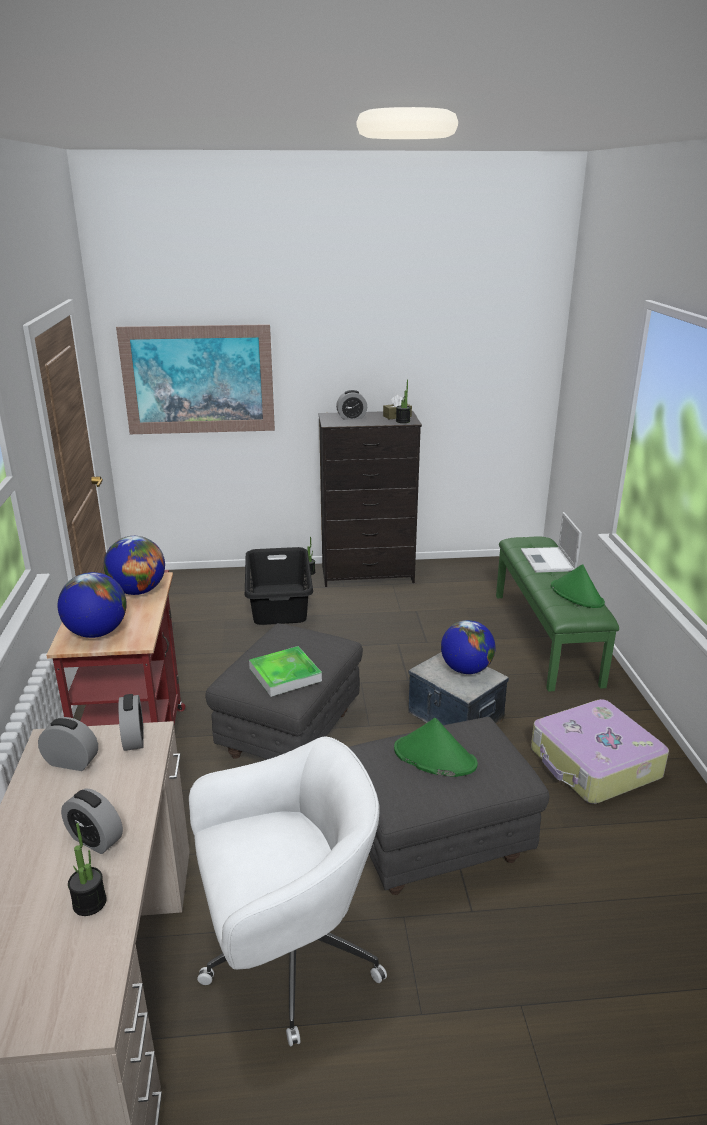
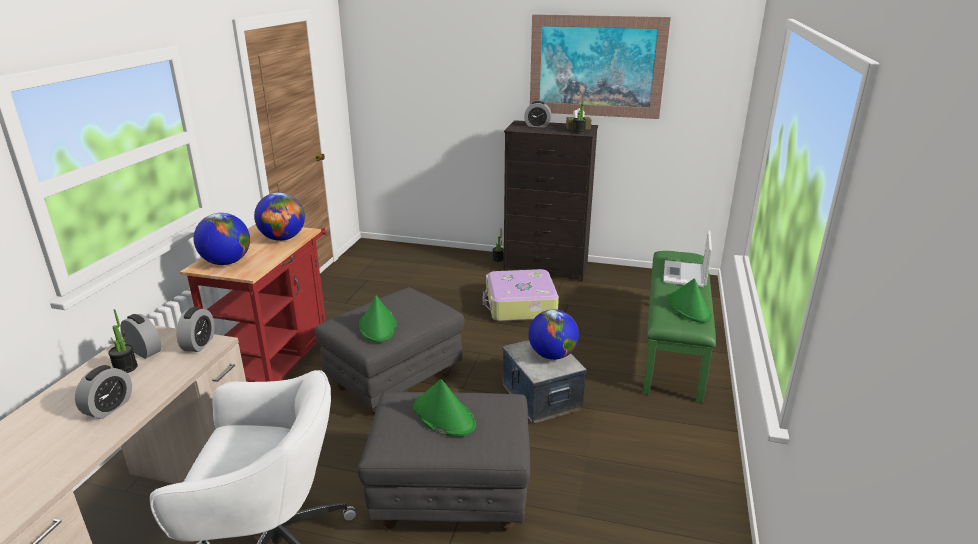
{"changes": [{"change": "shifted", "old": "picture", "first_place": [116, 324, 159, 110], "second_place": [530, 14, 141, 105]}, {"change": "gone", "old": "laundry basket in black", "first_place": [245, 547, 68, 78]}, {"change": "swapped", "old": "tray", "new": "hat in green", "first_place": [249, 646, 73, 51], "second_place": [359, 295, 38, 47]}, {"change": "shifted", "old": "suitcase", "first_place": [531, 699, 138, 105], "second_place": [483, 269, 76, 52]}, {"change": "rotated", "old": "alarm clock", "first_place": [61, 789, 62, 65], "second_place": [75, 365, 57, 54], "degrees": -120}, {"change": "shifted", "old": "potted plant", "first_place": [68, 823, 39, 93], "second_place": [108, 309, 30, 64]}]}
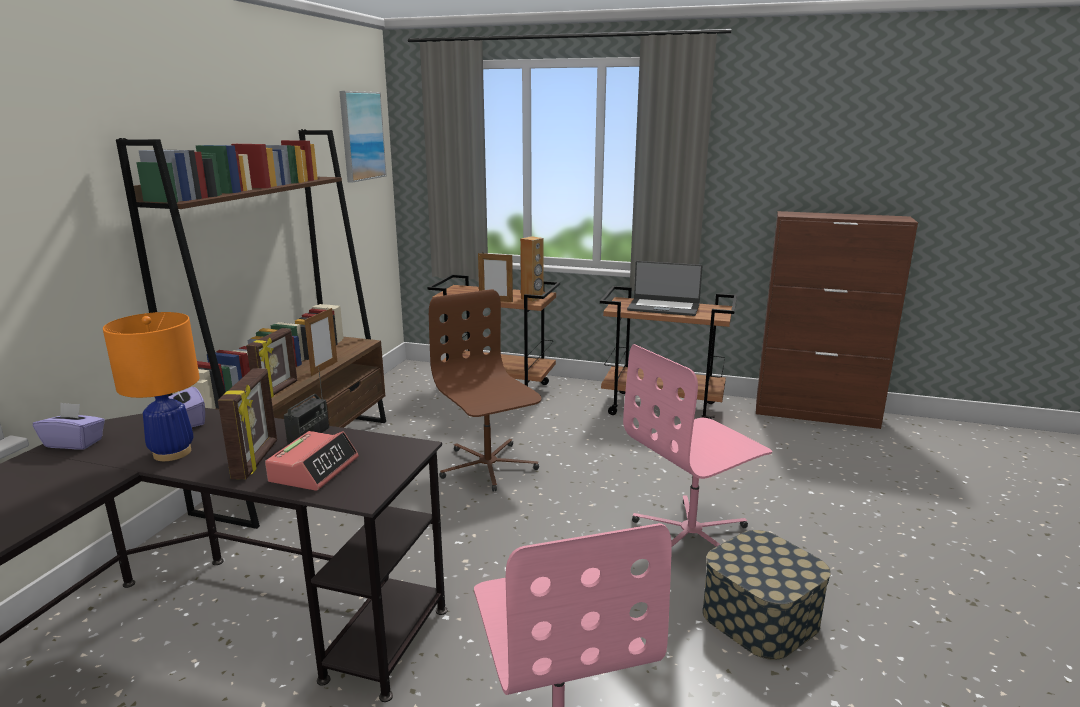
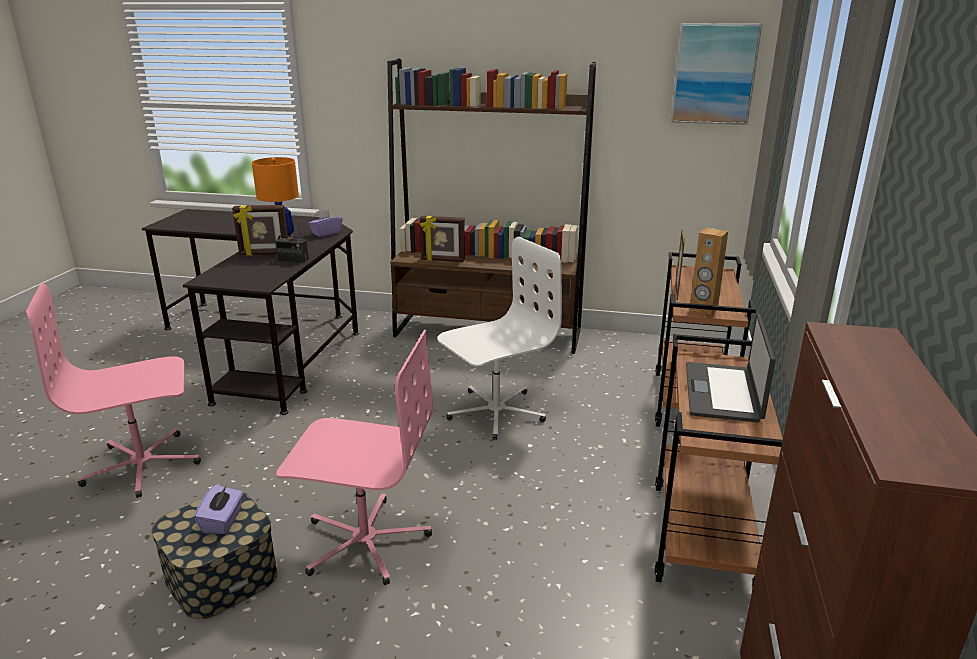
{"changes": [{"change": "repainted", "old": "office chair in brown", "new": "office chair in white", "first_place": [429, 289, 113, 203], "second_place": [437, 237, 125, 203]}, {"change": "gone", "old": "picture frame", "first_place": [305, 308, 32, 68]}, {"change": "rotated", "old": "office chair in pink", "first_place": [623, 344, 149, 203], "second_place": [276, 330, 157, 255], "degrees": 135}, {"change": "shifted", "old": "tissue box in purple", "first_place": [33, 402, 72, 48], "second_place": [194, 485, 49, 49]}, {"change": "gone", "old": "alarm clock", "first_place": [265, 431, 94, 60]}]}
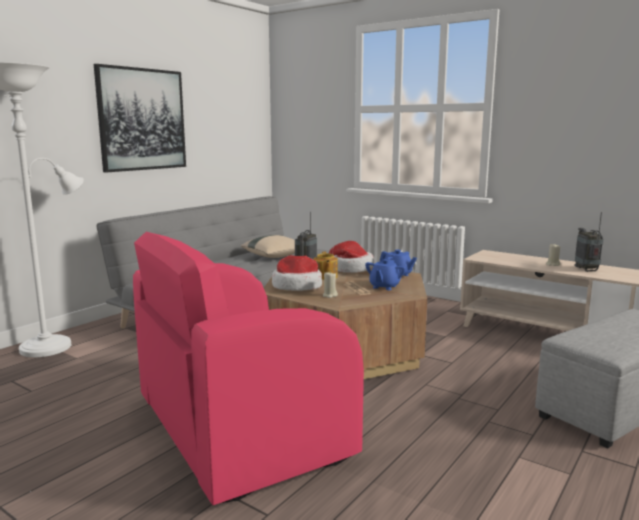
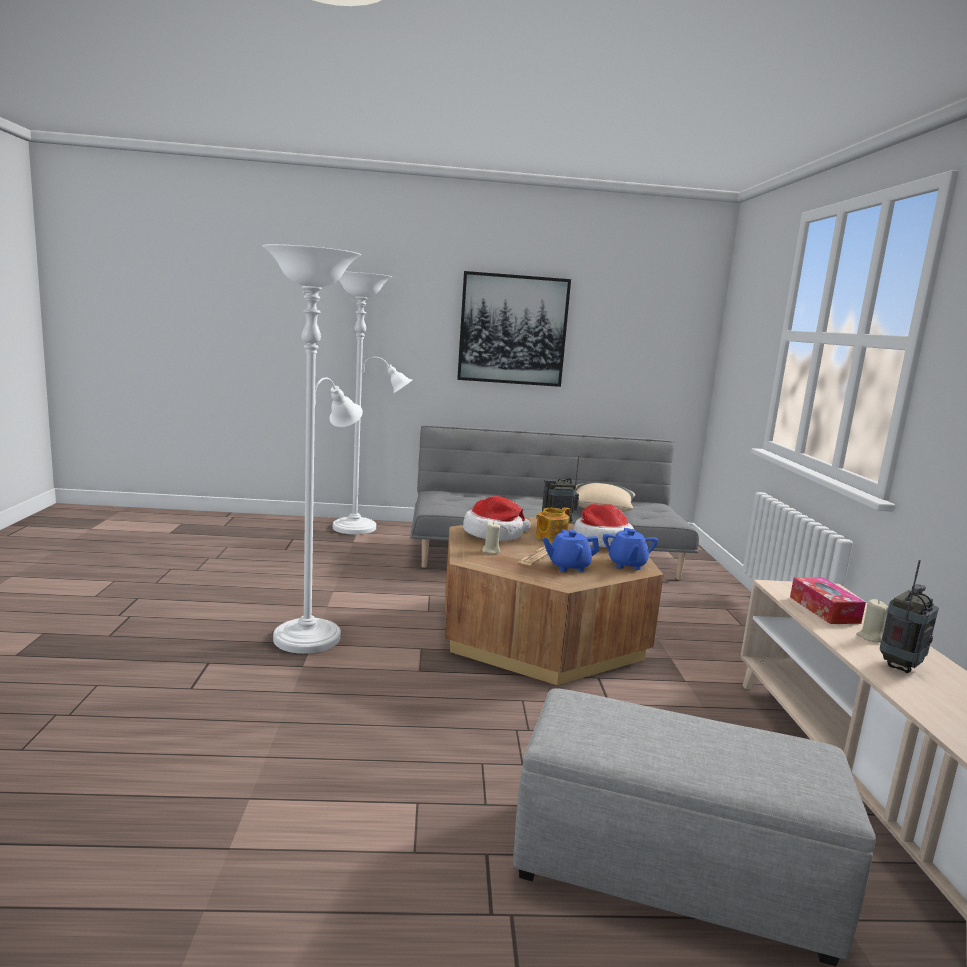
{"changes": [{"change": "swapped", "old": "armchair in pink", "new": "floor lamp in white", "first_place": [133, 232, 231, 273], "second_place": [263, 244, 100, 410]}, {"change": "new", "new": "tissue box", "second_place": [790, 577, 76, 47]}]}
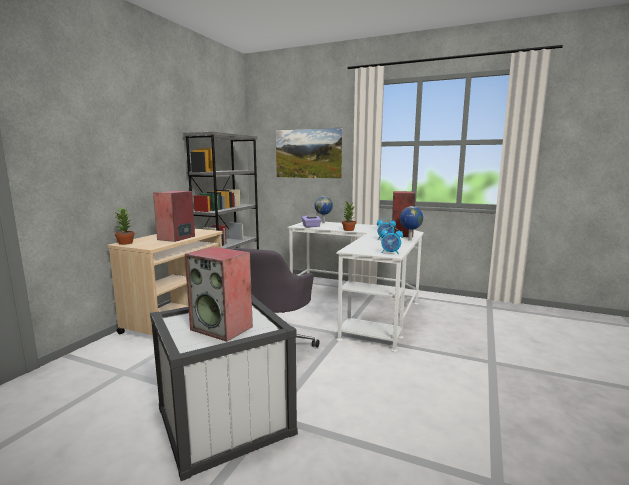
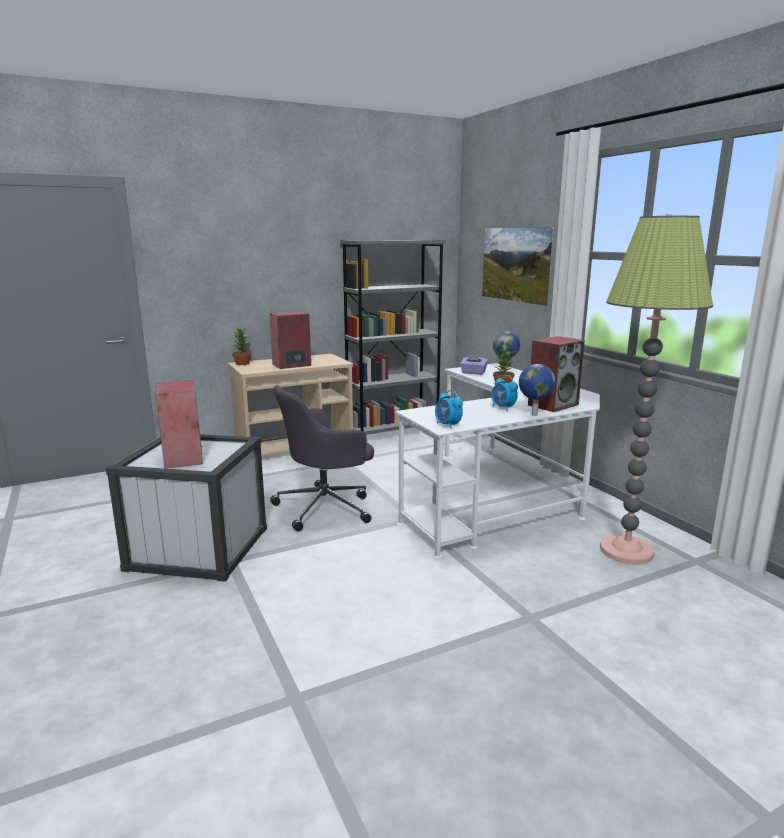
{"changes": [{"change": "new", "new": "floor lamp", "second_place": [600, 214, 113, 351]}]}
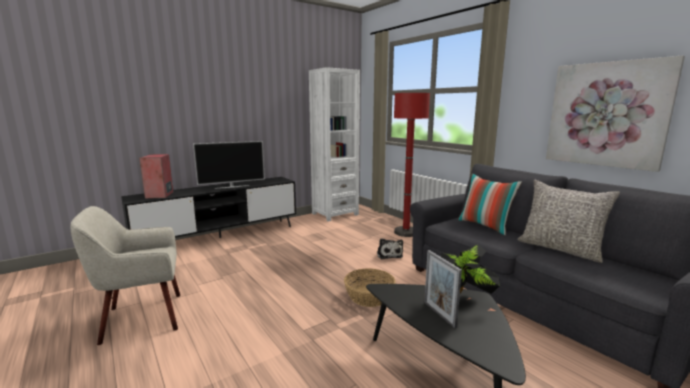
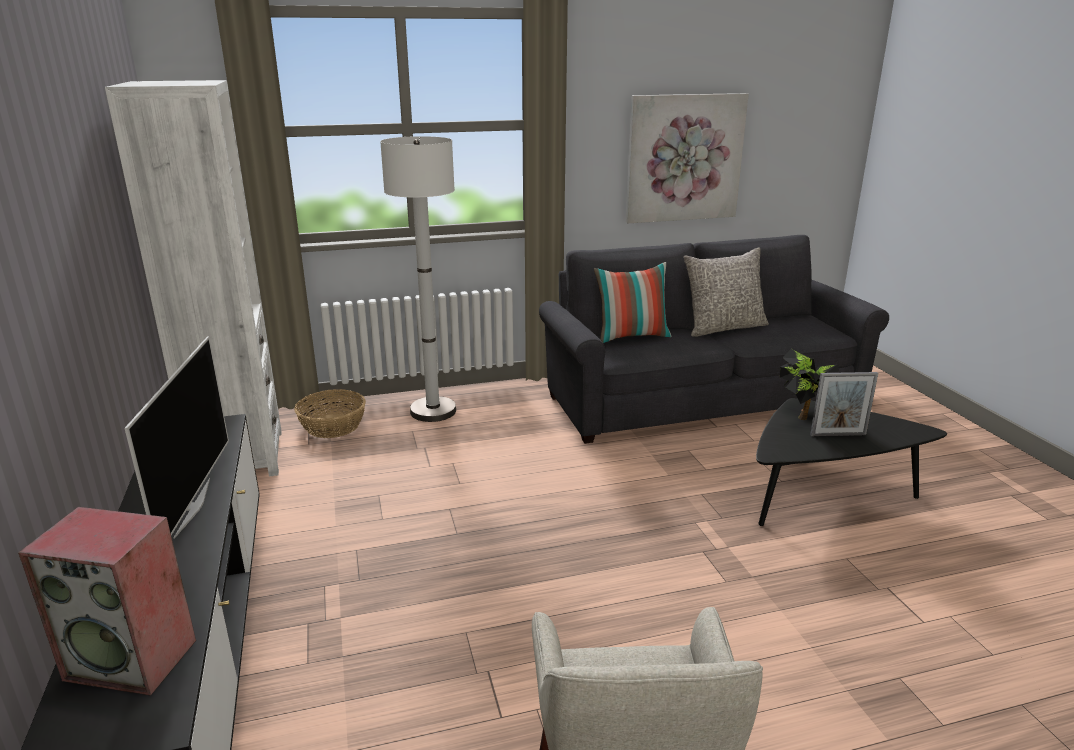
{"changes": [{"change": "repainted", "old": "floor lamp in red", "new": "floor lamp in white", "first_place": [394, 93, 36, 144], "second_place": [380, 136, 76, 286]}, {"change": "gone", "old": "plush toy", "first_place": [377, 238, 26, 21]}, {"change": "shifted", "old": "basket", "first_place": [344, 268, 52, 39], "second_place": [294, 389, 72, 49]}]}
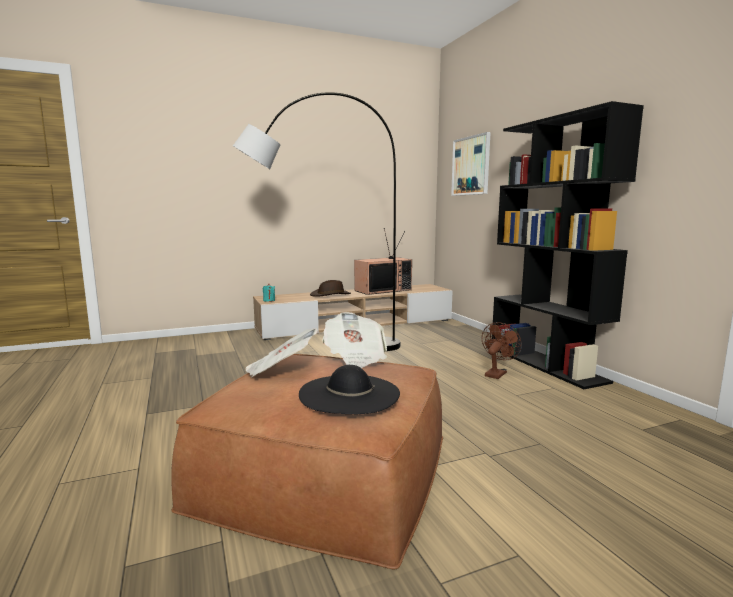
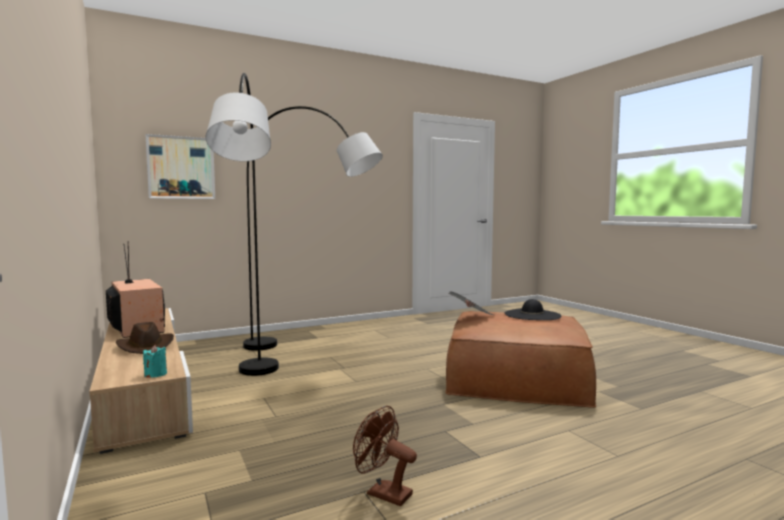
{"changes": [{"change": "gone", "old": "bookcase in black", "first_place": [492, 101, 152, 288]}, {"change": "shifted", "old": "fan in brown", "first_place": [482, 322, 40, 57], "second_place": [353, 406, 64, 100]}, {"change": "gone", "old": "newspaper", "first_place": [245, 328, 73, 49]}, {"change": "new", "new": "floor lamp in grey", "second_place": [243, 106, 140, 245]}]}
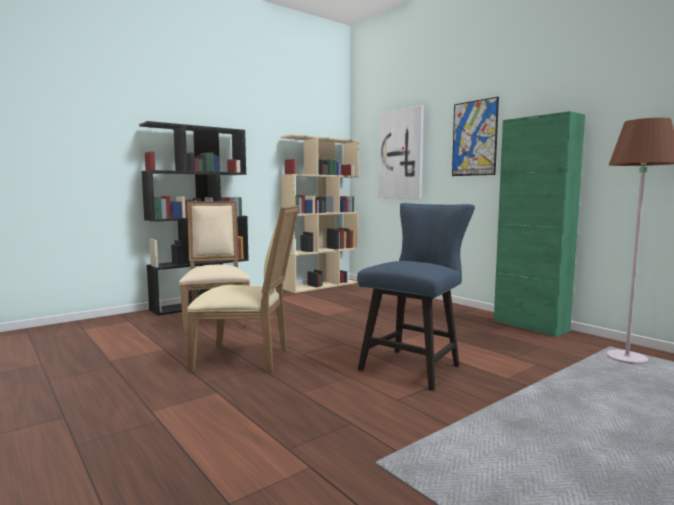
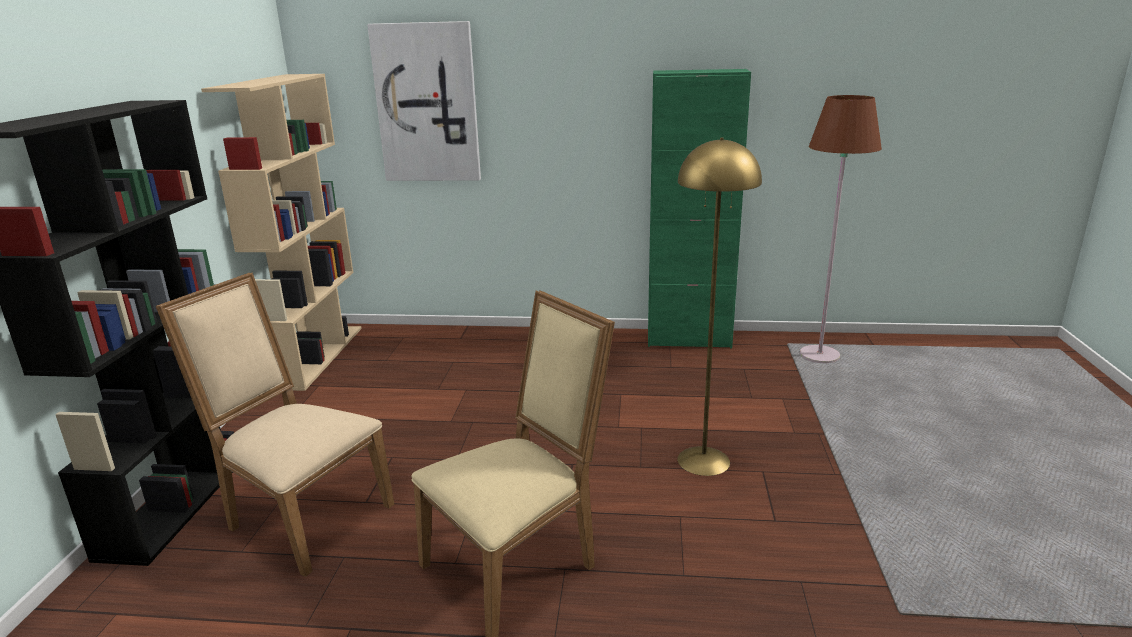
{"changes": [{"change": "gone", "old": "picture", "first_place": [452, 97, 47, 79]}, {"change": "swapped", "old": "chair in blue", "new": "floor lamp in yellow", "first_place": [357, 203, 118, 188], "second_place": [677, 137, 85, 339]}]}
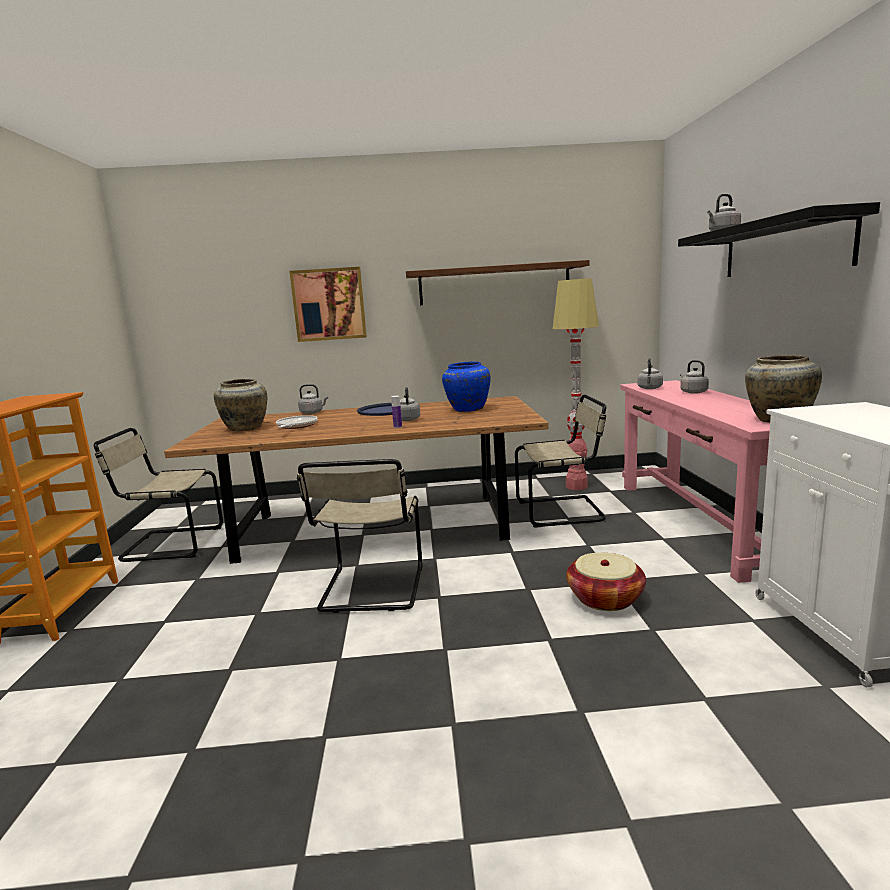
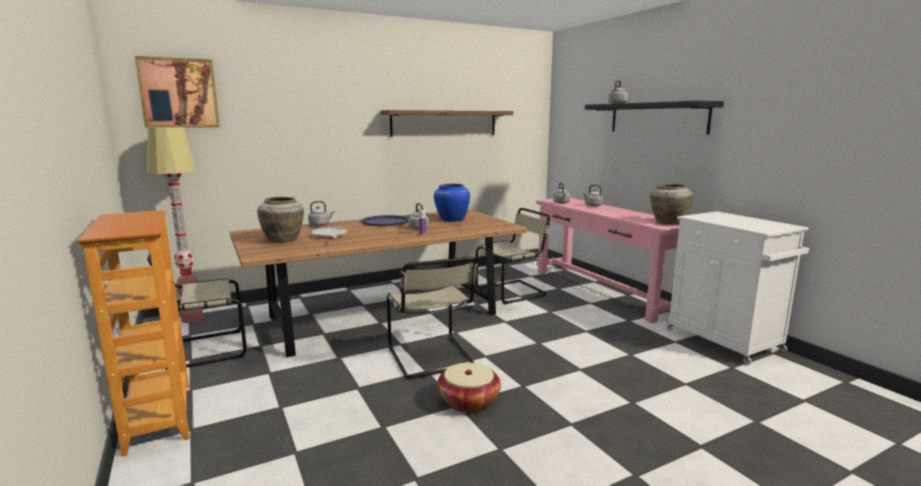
{"changes": [{"change": "shifted", "old": "picture", "first_place": [289, 267, 78, 75], "second_place": [135, 56, 85, 72]}, {"change": "shifted", "old": "floor lamp", "first_place": [553, 278, 46, 212], "second_place": [147, 127, 57, 196]}, {"change": "shifted", "old": "basket", "first_place": [566, 553, 80, 58], "second_place": [437, 363, 64, 50]}]}
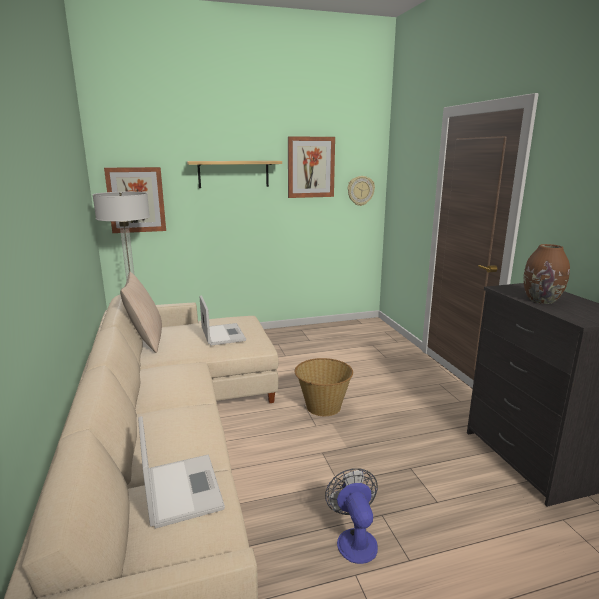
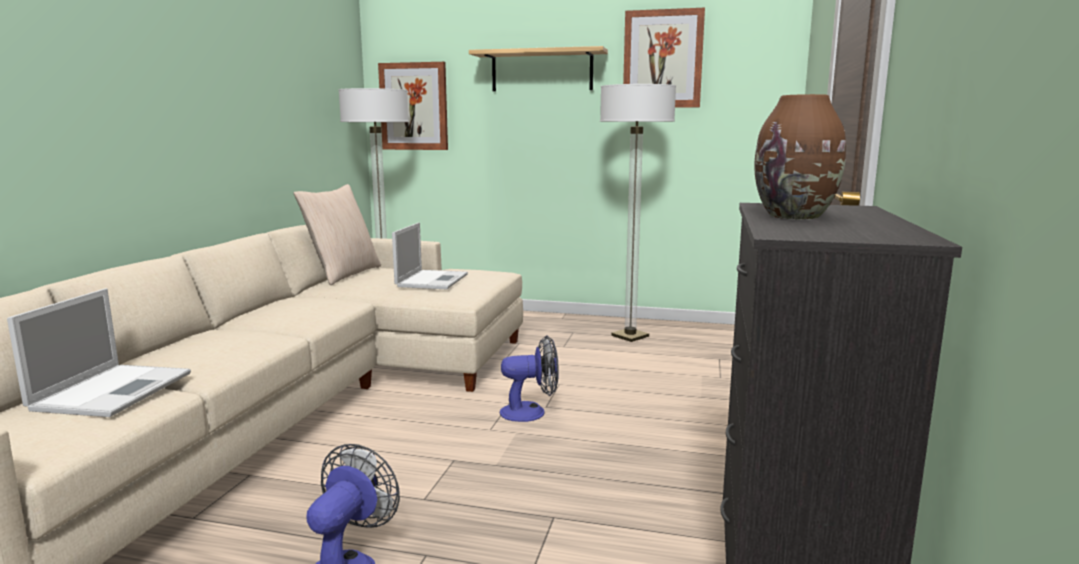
{"changes": [{"change": "gone", "old": "wall clock", "first_place": [348, 176, 27, 30]}, {"change": "swapped", "old": "basket", "new": "fan", "first_place": [295, 358, 58, 58], "second_place": [500, 336, 59, 86]}, {"change": "new", "new": "floor lamp", "second_place": [600, 84, 76, 258]}]}
